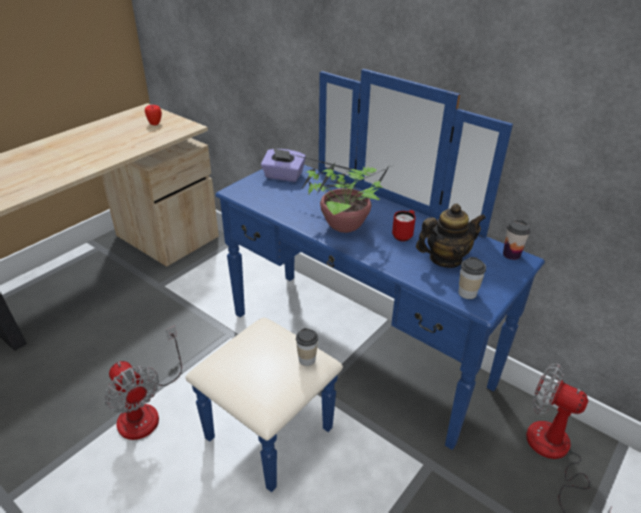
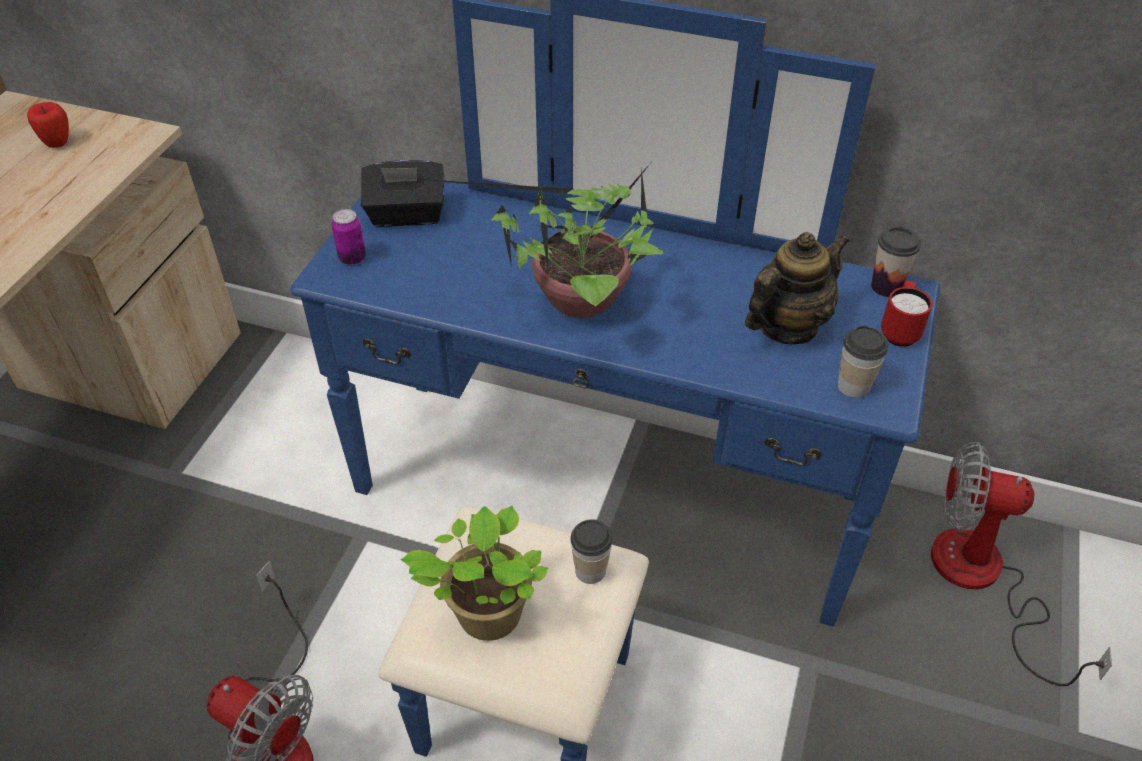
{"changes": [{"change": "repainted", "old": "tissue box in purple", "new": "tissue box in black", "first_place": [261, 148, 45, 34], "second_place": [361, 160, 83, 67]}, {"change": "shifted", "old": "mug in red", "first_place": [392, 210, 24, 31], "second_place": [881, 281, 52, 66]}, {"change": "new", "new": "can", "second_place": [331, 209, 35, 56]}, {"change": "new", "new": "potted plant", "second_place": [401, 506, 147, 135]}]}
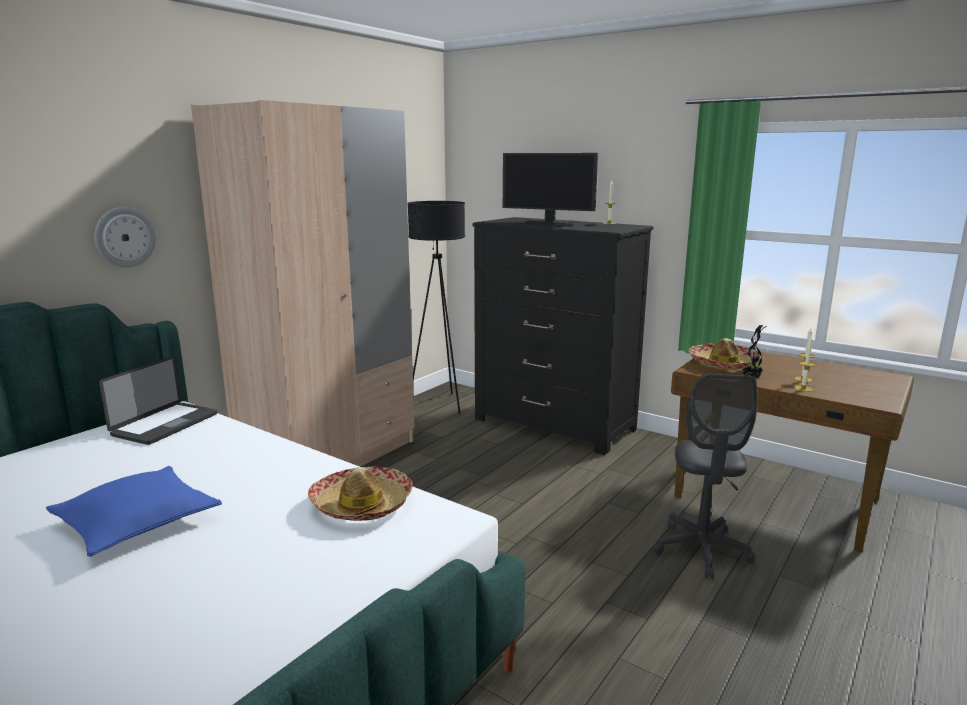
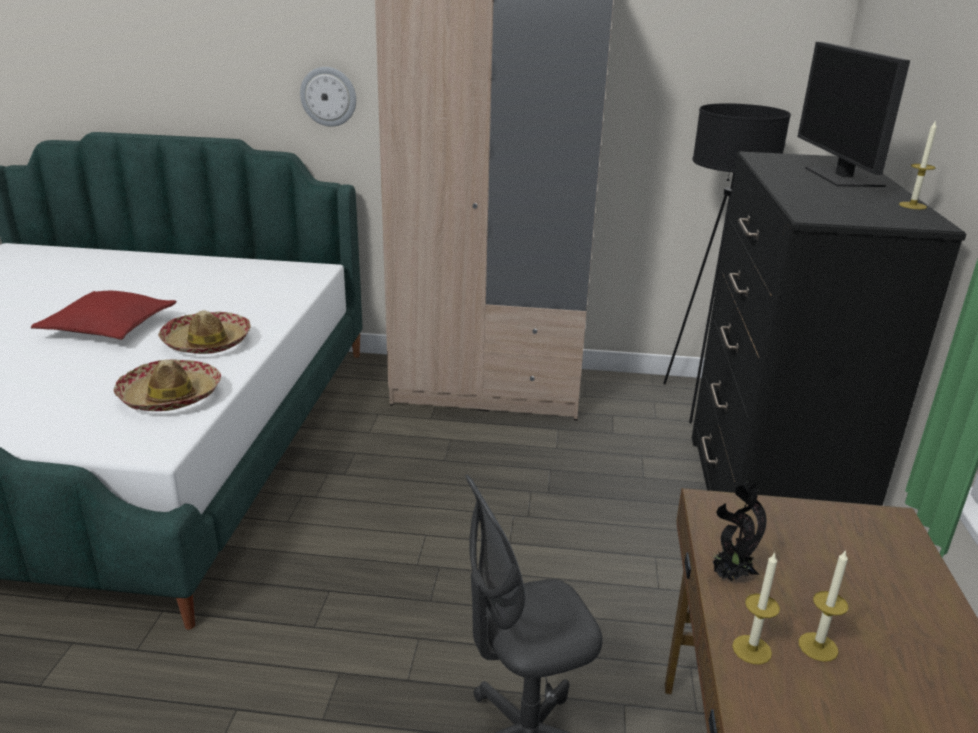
{"changes": [{"change": "shifted", "old": "hat", "first_place": [689, 338, 72, 32], "second_place": [158, 310, 93, 44]}, {"change": "gone", "old": "laptop", "first_place": [99, 356, 118, 89]}, {"change": "repainted", "old": "pillow in blue", "new": "pillow in red", "first_place": [46, 466, 176, 91], "second_place": [31, 291, 145, 49]}]}
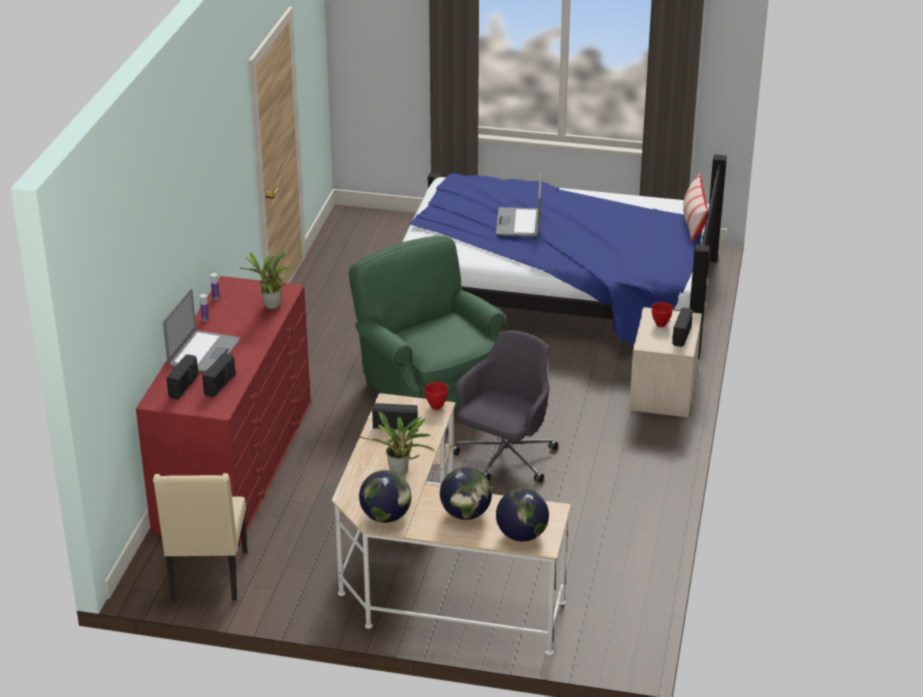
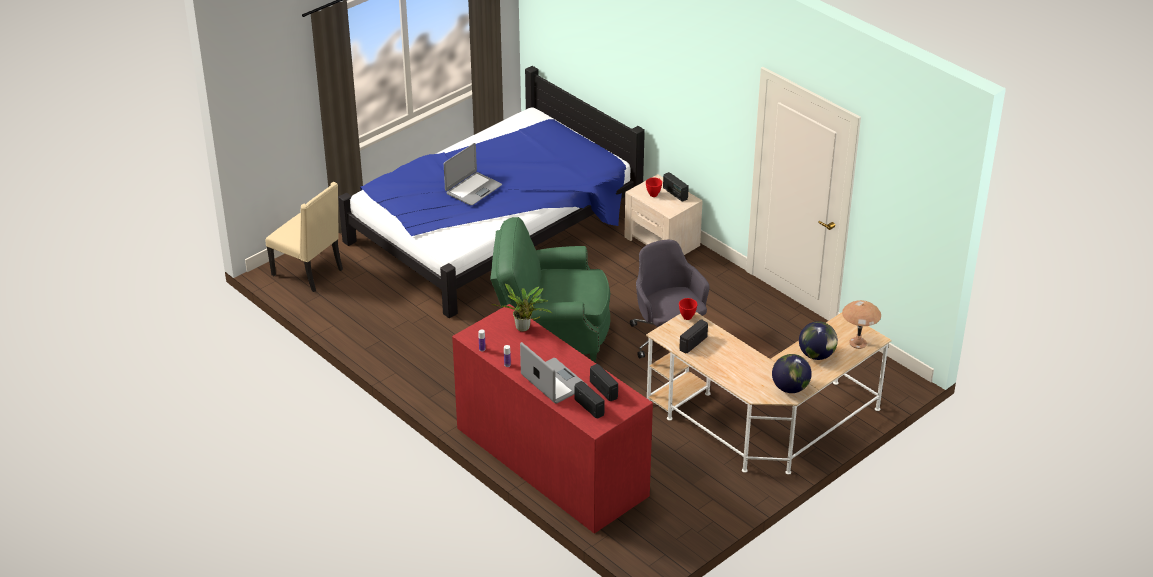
{"changes": [{"change": "rotated", "old": "laptop", "first_place": [496, 173, 46, 64], "second_place": [444, 143, 58, 62], "degrees": -90}, {"change": "gone", "old": "pillow", "first_place": [683, 173, 25, 70]}, {"change": "gone", "old": "potted plant", "first_place": [357, 412, 78, 63]}, {"change": "shifted", "old": "chair in beige", "first_place": [153, 473, 94, 128], "second_place": [266, 182, 77, 110]}, {"change": "swapped", "old": "globe", "new": "table lamp in brown", "first_place": [496, 488, 53, 53], "second_place": [842, 300, 39, 49]}]}
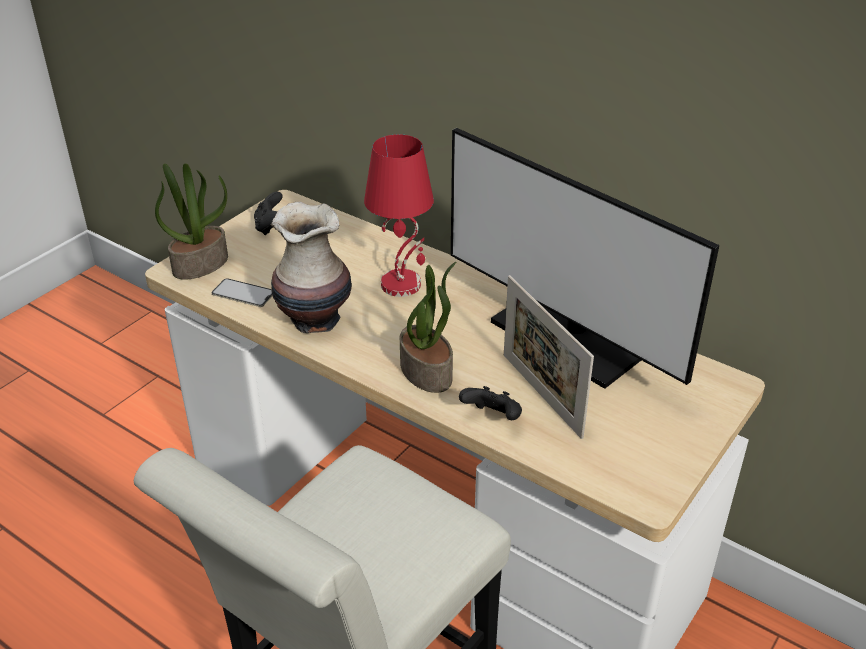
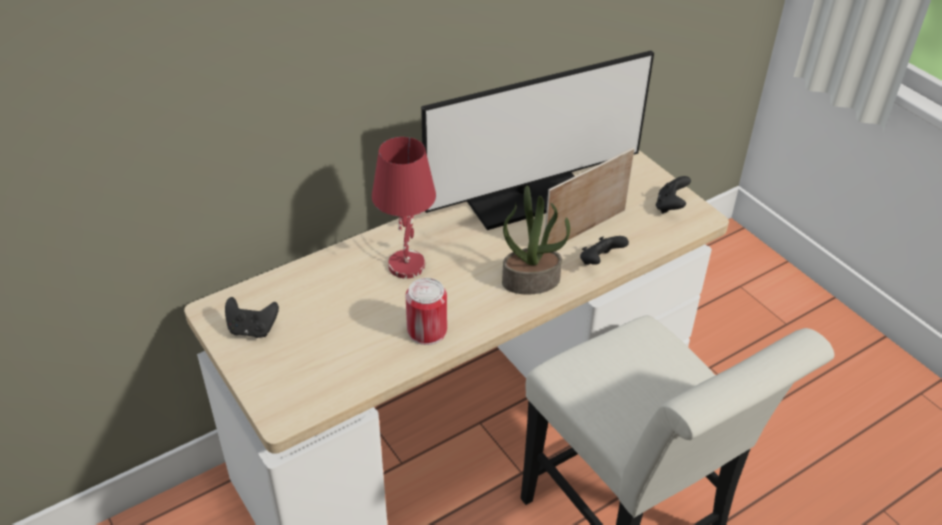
{"changes": [{"change": "gone", "old": "potted plant", "first_place": [155, 163, 73, 117]}, {"change": "swapped", "old": "vase", "new": "can", "first_place": [271, 201, 81, 132], "second_place": [406, 278, 41, 67]}, {"change": "rotated", "old": "picture frame", "first_place": [504, 275, 90, 164], "second_place": [545, 148, 89, 96], "degrees": 150}, {"change": "gone", "old": "phone", "first_place": [211, 278, 61, 29]}, {"change": "new", "new": "game controller in black", "second_place": [656, 176, 35, 37]}]}
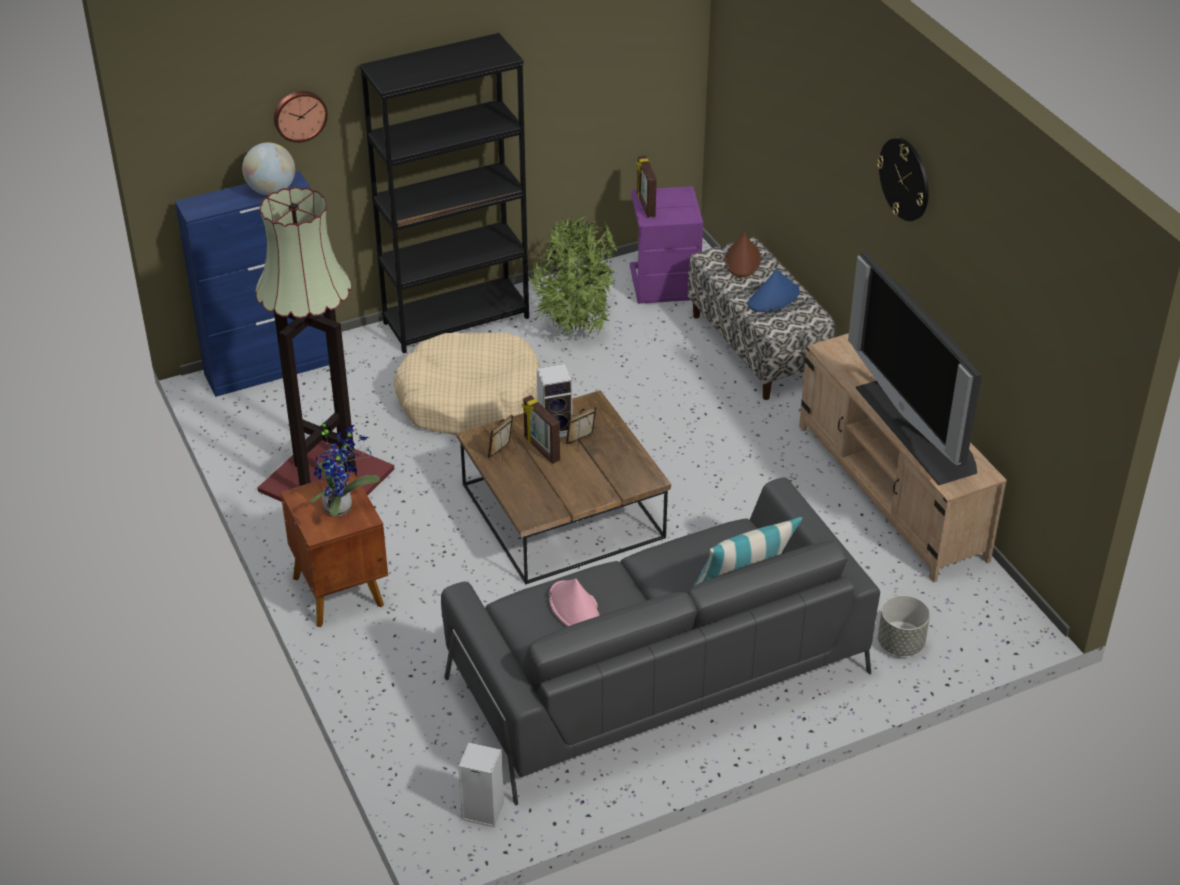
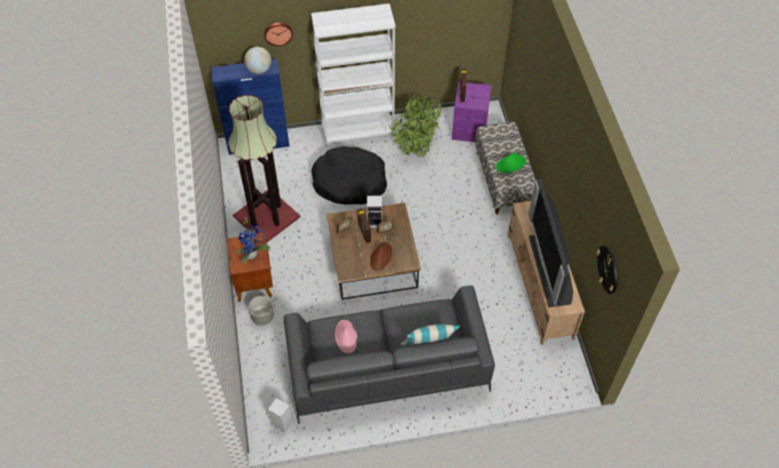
{"changes": [{"change": "repainted", "old": "bookcase in black", "new": "bookcase in white", "first_place": [359, 33, 170, 320], "second_place": [311, 3, 85, 144]}, {"change": "shifted", "old": "wall clock", "first_place": [877, 138, 52, 83], "second_place": [597, 246, 20, 48]}, {"change": "shifted", "old": "hat in brown", "first_place": [725, 232, 36, 45], "second_place": [370, 242, 23, 29]}, {"change": "repainted", "old": "hat in blue", "new": "hat in green", "first_place": [748, 269, 52, 43], "second_place": [496, 152, 30, 21]}, {"change": "repainted", "old": "dog bed in beige", "new": "dog bed in black", "first_place": [394, 332, 146, 104], "second_place": [311, 146, 76, 59]}, {"change": "shifted", "old": "planter in grey", "first_place": [878, 595, 52, 61], "second_place": [249, 296, 25, 29]}]}
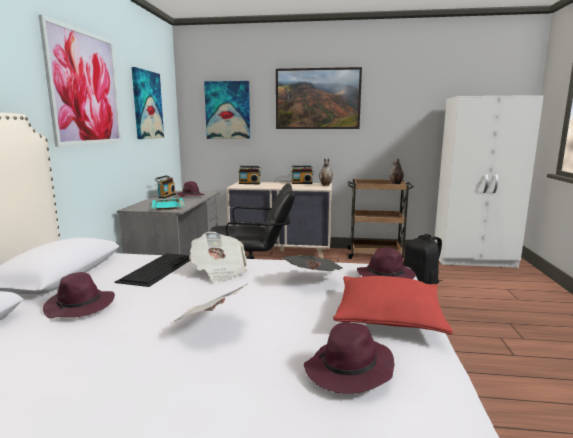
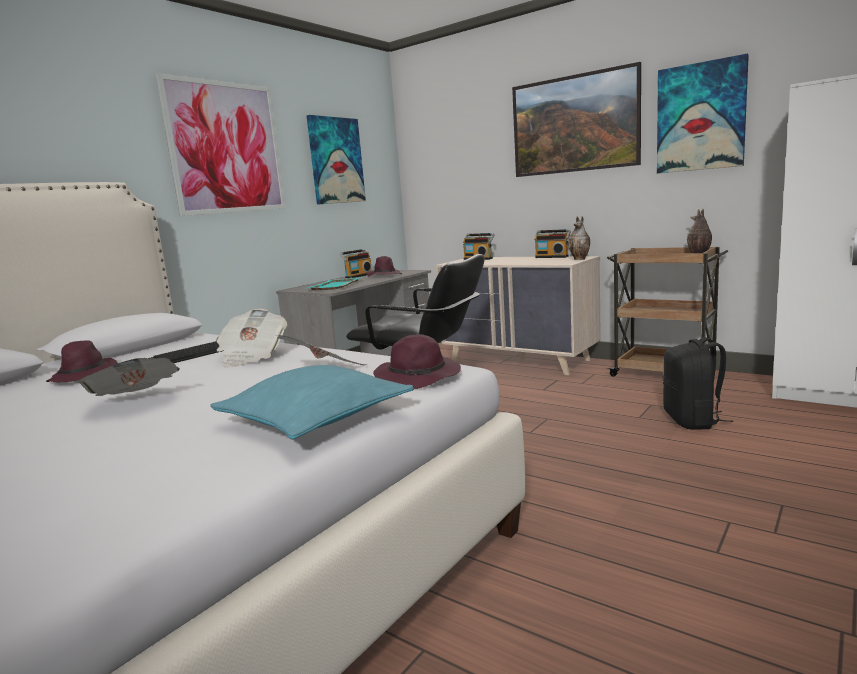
{"changes": [{"change": "shifted", "old": "picture", "first_place": [204, 81, 46, 58], "second_place": [657, 53, 92, 120]}, {"change": "repainted", "old": "pillow in red", "new": "pillow in turquoise", "first_place": [333, 276, 120, 58], "second_place": [210, 365, 204, 75]}, {"change": "gone", "old": "hat in purple", "first_place": [304, 322, 90, 72]}]}
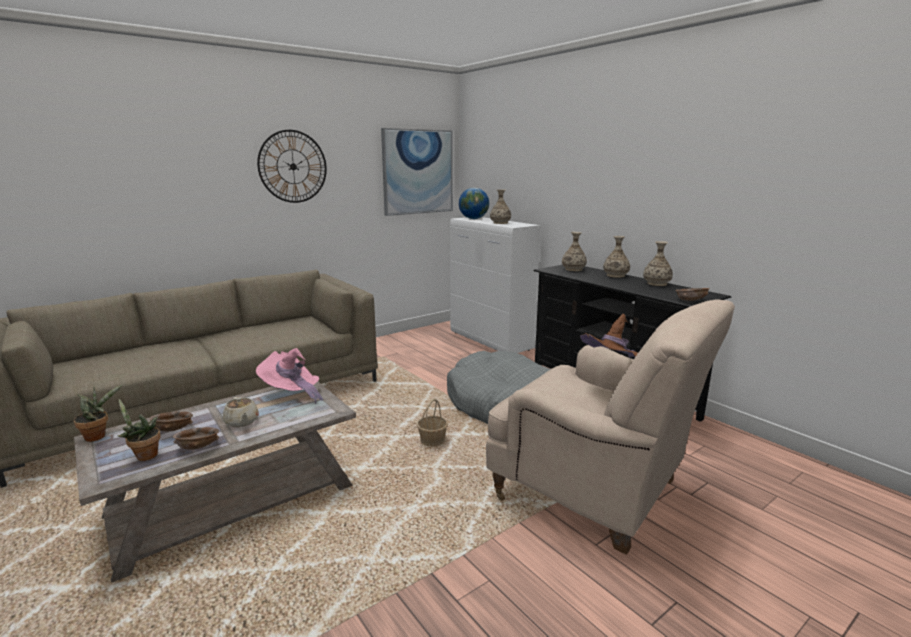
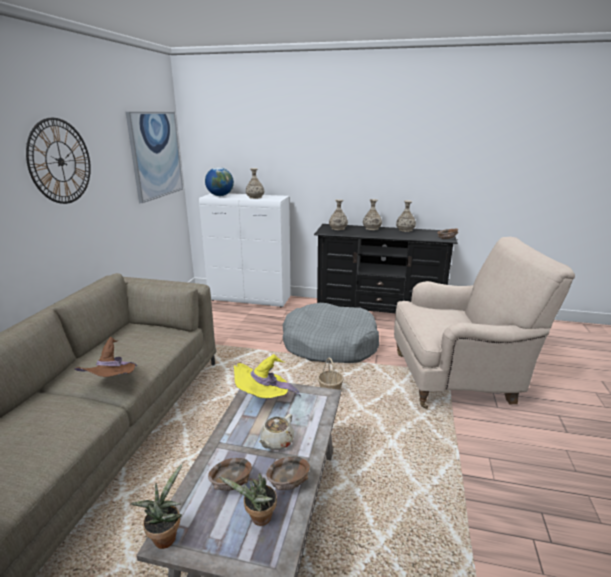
{"changes": [{"change": "shifted", "old": "hat in brown", "first_place": [580, 314, 58, 44], "second_place": [74, 337, 63, 40]}, {"change": "repainted", "old": "hat in pink", "new": "hat in yellow", "first_place": [256, 348, 67, 56], "second_place": [233, 354, 68, 44]}, {"change": "rotated", "old": "teapot in beige", "first_place": [223, 397, 36, 30], "second_place": [259, 414, 35, 36], "degrees": 105}]}
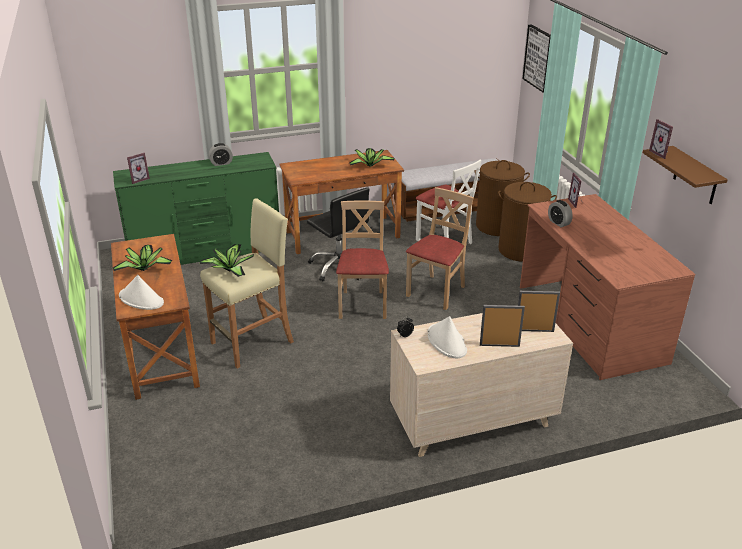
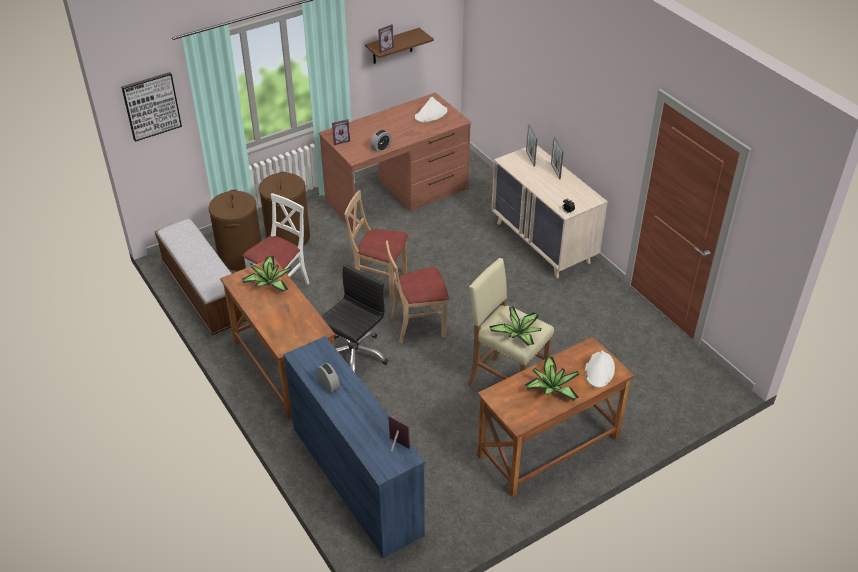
{"changes": [{"change": "repainted", "old": "dresser in green", "new": "dresser in blue", "first_place": [113, 152, 166, 113], "second_place": [283, 336, 142, 222]}, {"change": "shifted", "old": "hat in white", "first_place": [428, 316, 39, 42], "second_place": [415, 96, 32, 26]}]}
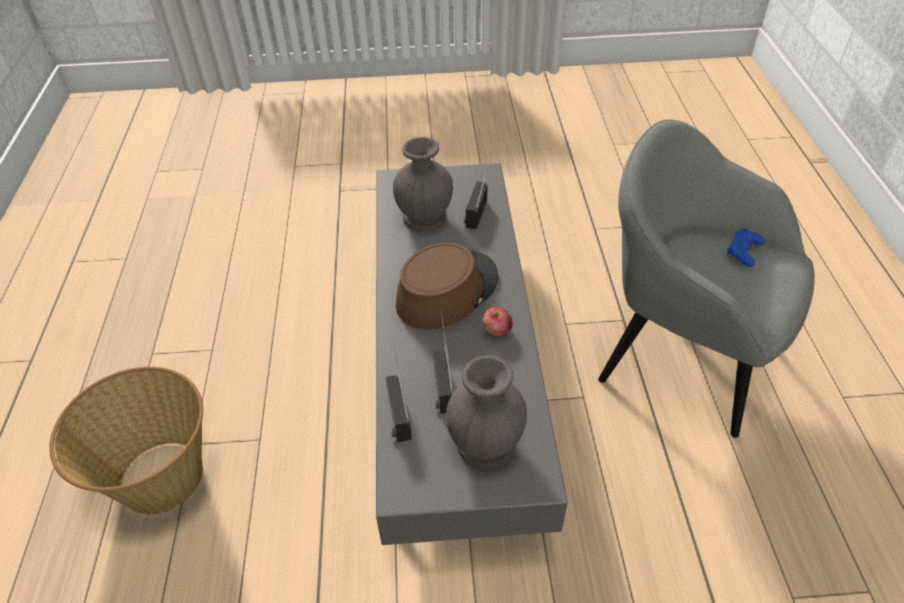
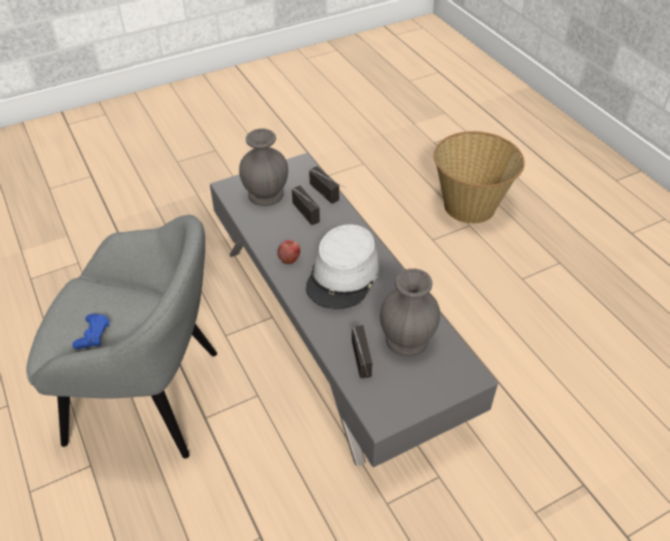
{"changes": [{"change": "repainted", "old": "hat in brown", "new": "hat in grey", "first_place": [396, 243, 102, 86], "second_place": [306, 224, 73, 85]}]}
